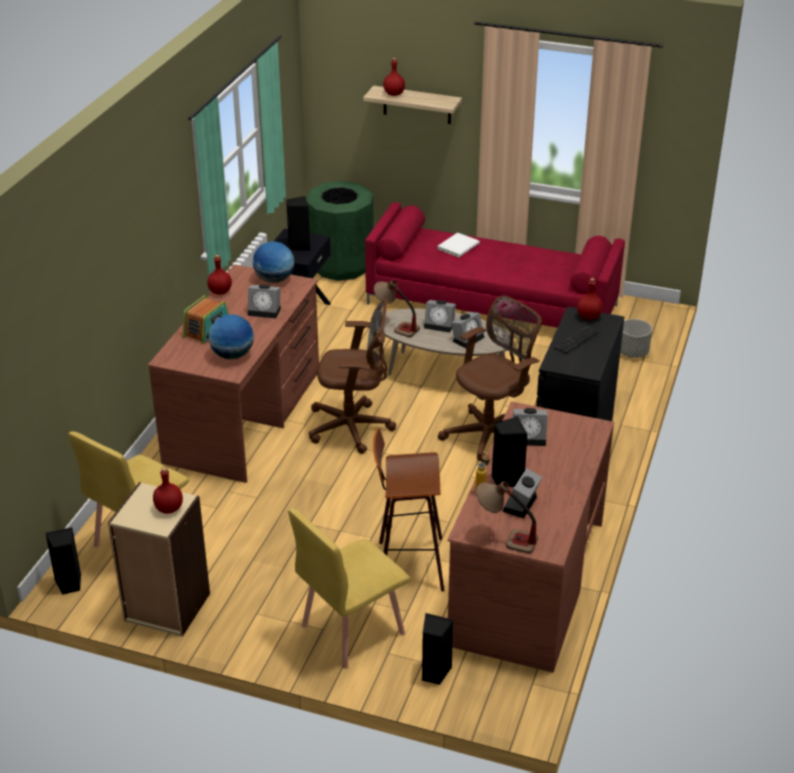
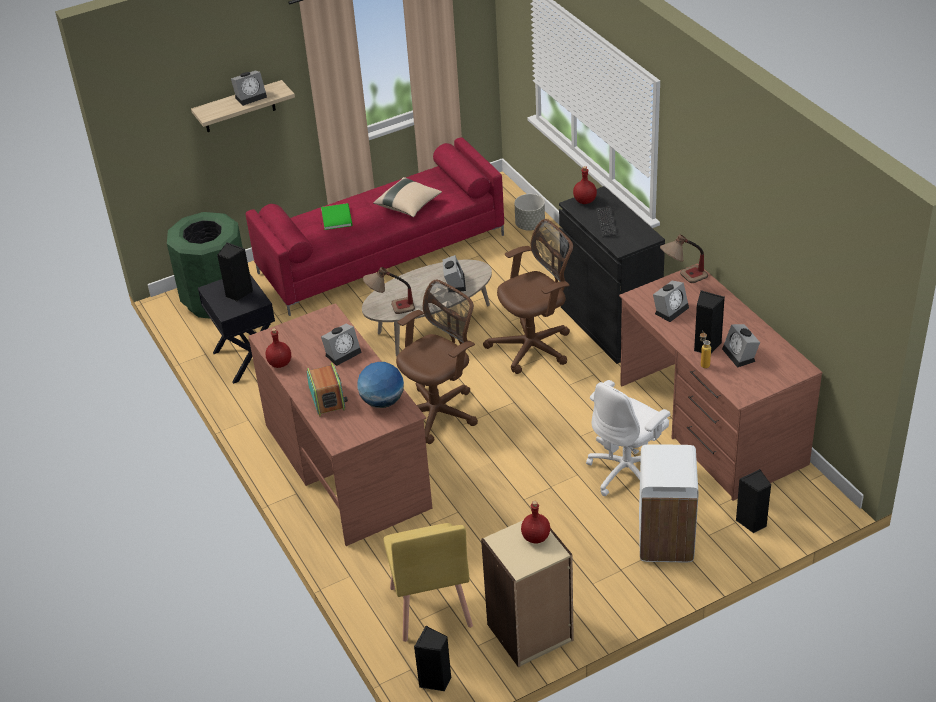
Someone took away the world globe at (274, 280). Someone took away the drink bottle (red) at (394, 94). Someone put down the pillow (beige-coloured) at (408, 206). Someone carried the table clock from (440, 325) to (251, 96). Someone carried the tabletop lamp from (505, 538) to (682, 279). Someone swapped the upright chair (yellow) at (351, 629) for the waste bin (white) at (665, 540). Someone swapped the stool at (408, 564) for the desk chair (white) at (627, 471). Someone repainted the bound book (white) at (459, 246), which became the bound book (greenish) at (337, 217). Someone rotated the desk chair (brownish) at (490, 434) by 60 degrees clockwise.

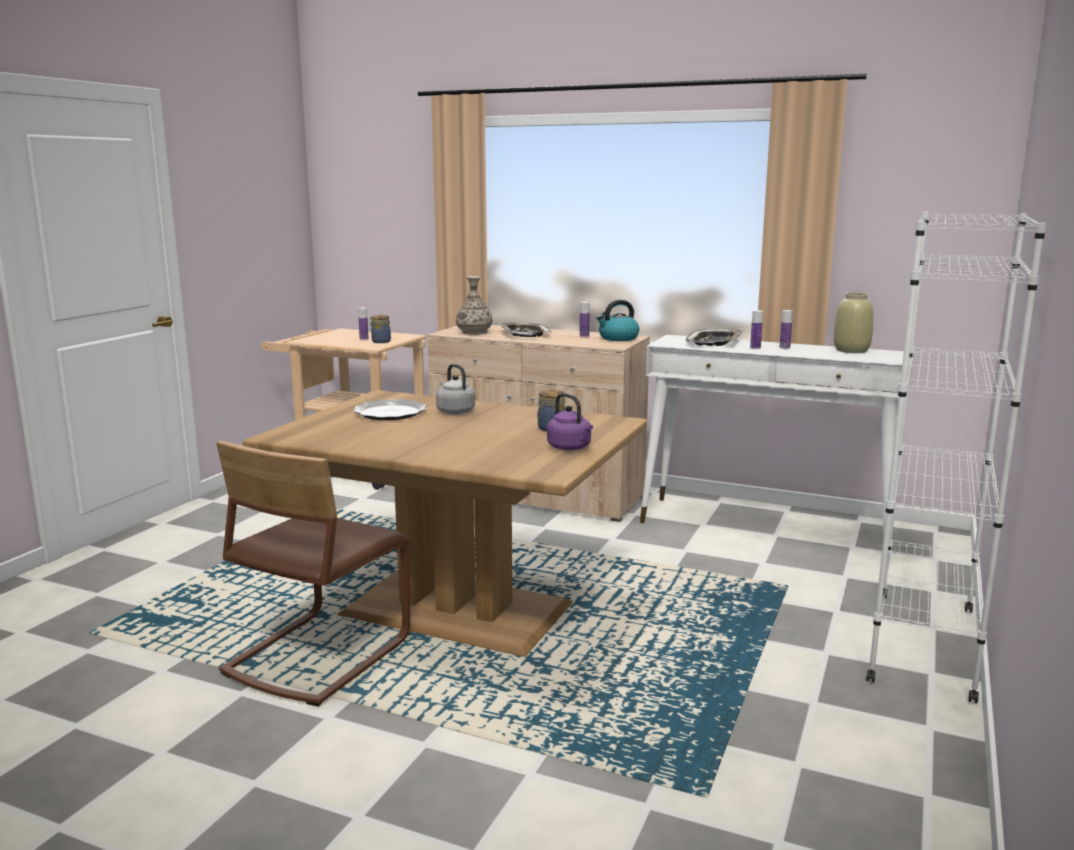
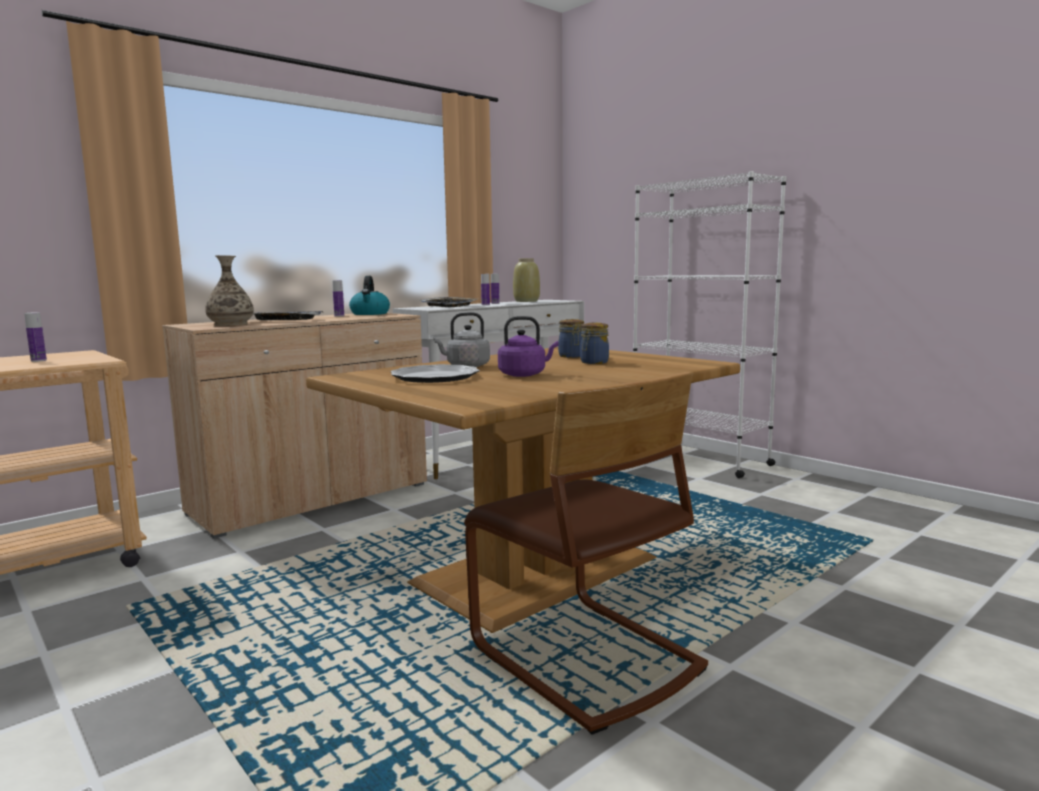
Someone carried the storage jar from (380, 341) to (593, 362). Someone carried the water kettle (purple-coloured) from (570, 448) to (524, 374).

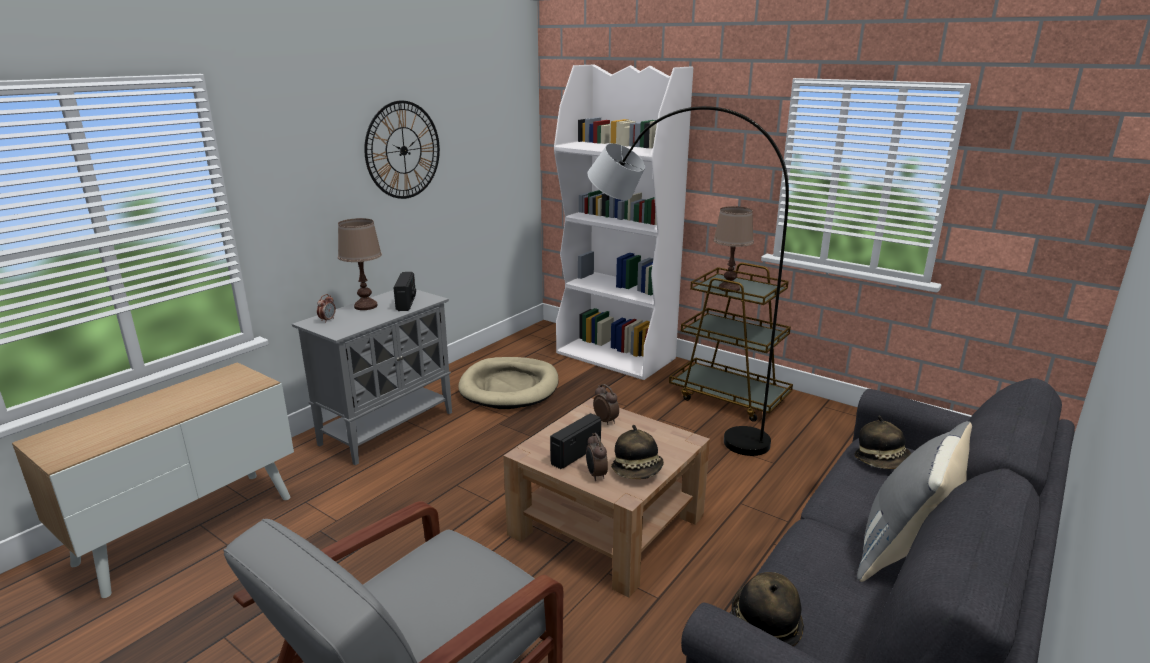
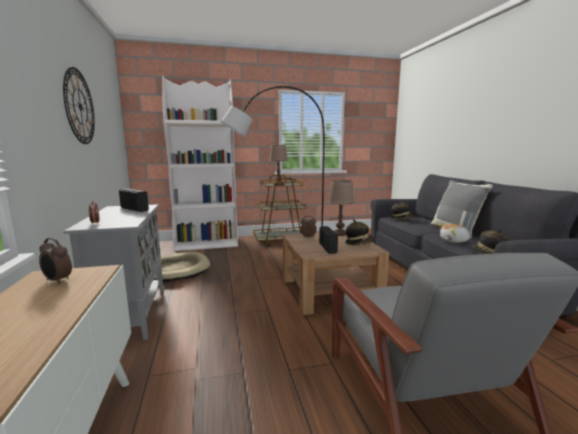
Someone put down the soft toy at (454, 241). Someone carried the tabletop lamp (brownish) from (365, 306) to (339, 234). Someone carried the table clock from (595, 475) to (57, 281).

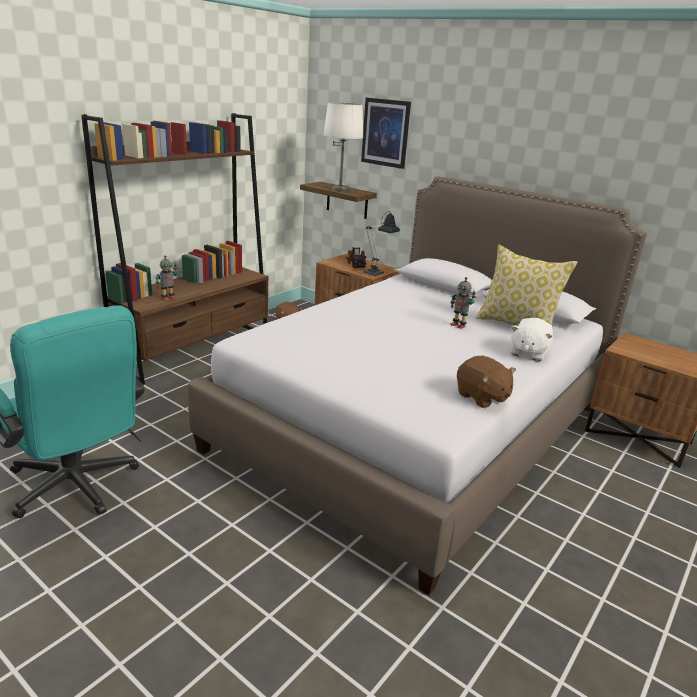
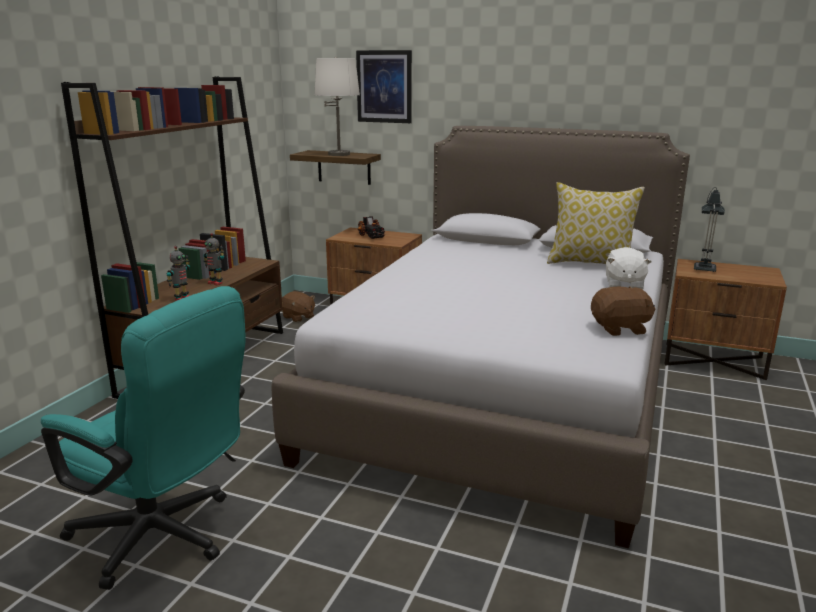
Someone carried the tabletop lamp from (376, 272) to (704, 267). Someone carried the robot figure from (458, 325) to (216, 283). Someone rotated the soft toy (brownish) at (482, 397) by 45 degrees counterclockwise.

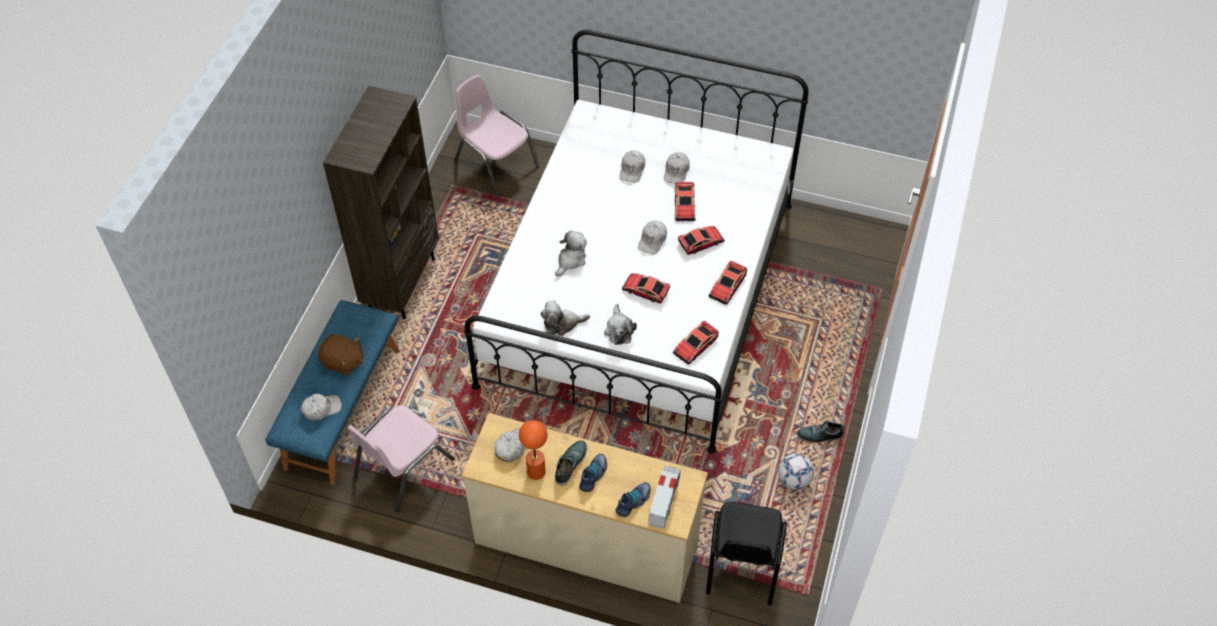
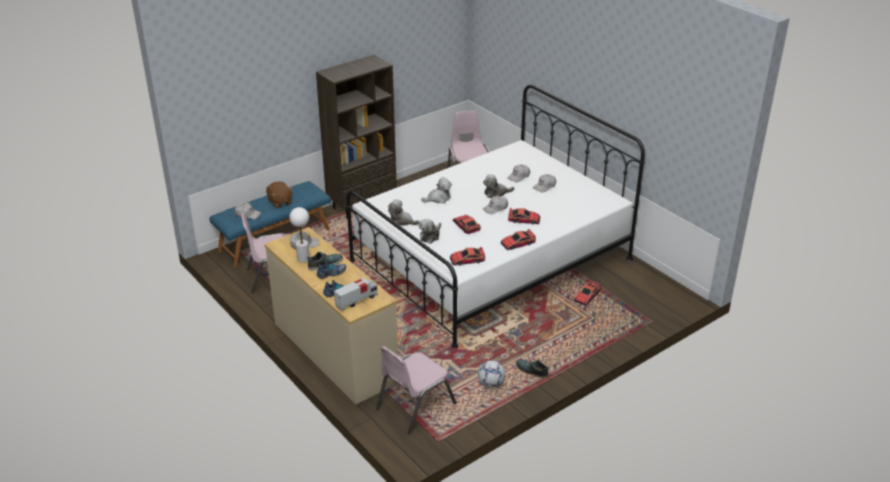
Someone put down the soft toy at (496, 193). Someone carried the model car from (684, 205) to (586, 296). Someone repainted the tabletop lamp (orange-coloured) at (536, 471), which became the tabletop lamp (white) at (303, 258). Someone repainted the upright chair (blackish) at (743, 562), which became the upright chair (pink-coloured) at (415, 406).

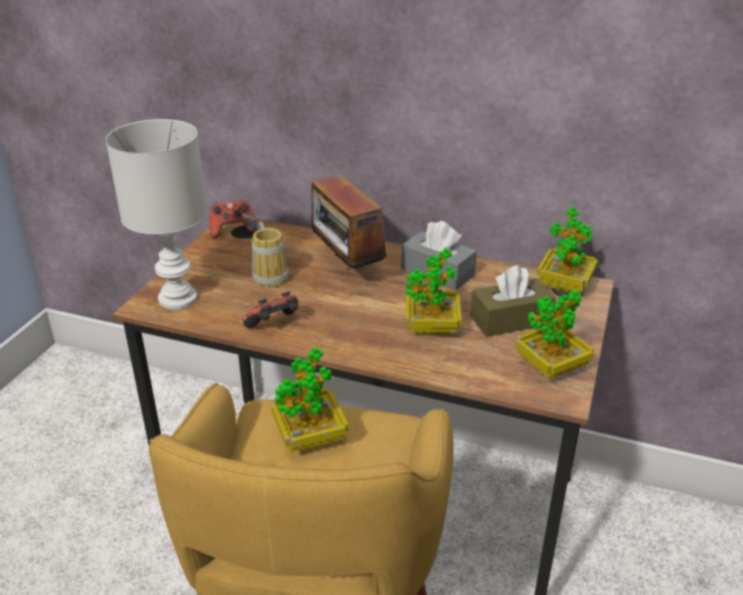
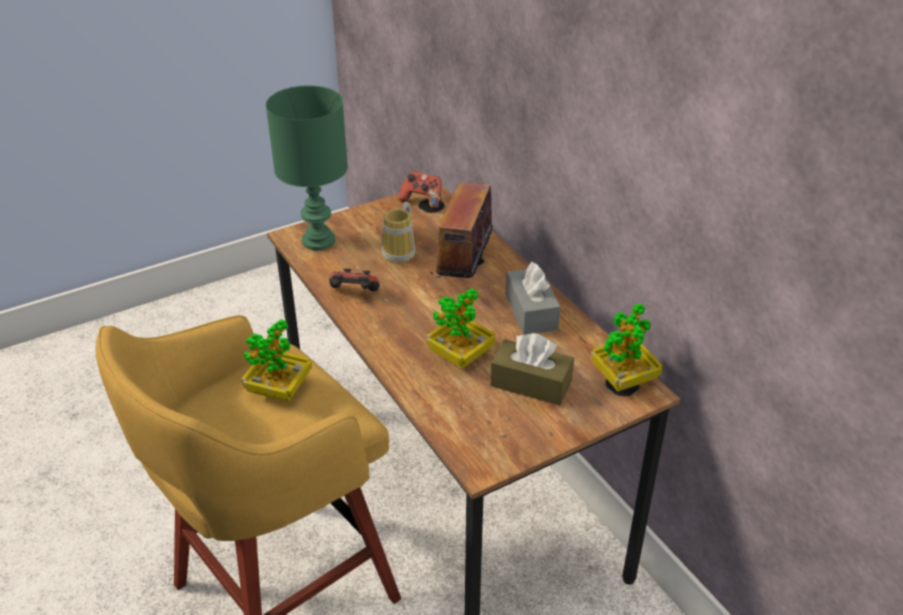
Someone took away the plant in a pot at (551, 367). Someone repainted the tabletop lamp (white) at (179, 299), which became the tabletop lamp (greenish) at (318, 241).

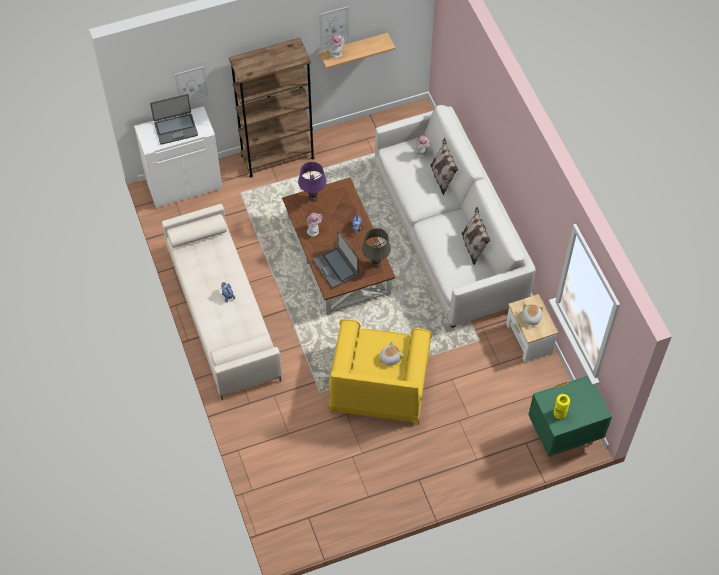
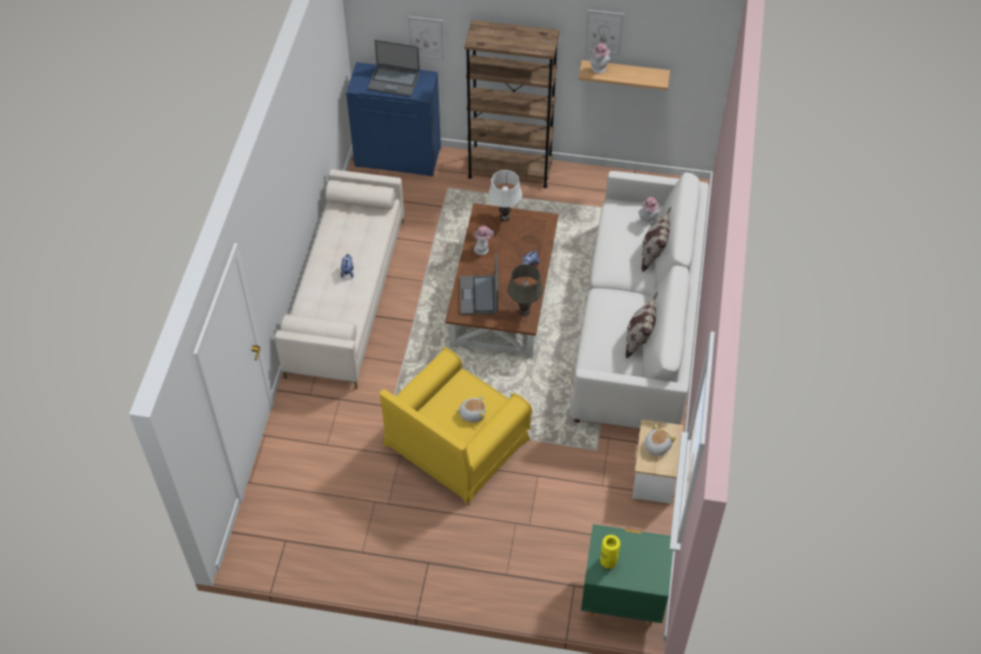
Someone repainted the cupboard (white) at (184, 184), which became the cupboard (blue) at (398, 156). Someone repainted the tabletop lamp (purple-coloured) at (313, 198), which became the tabletop lamp (white) at (505, 217).

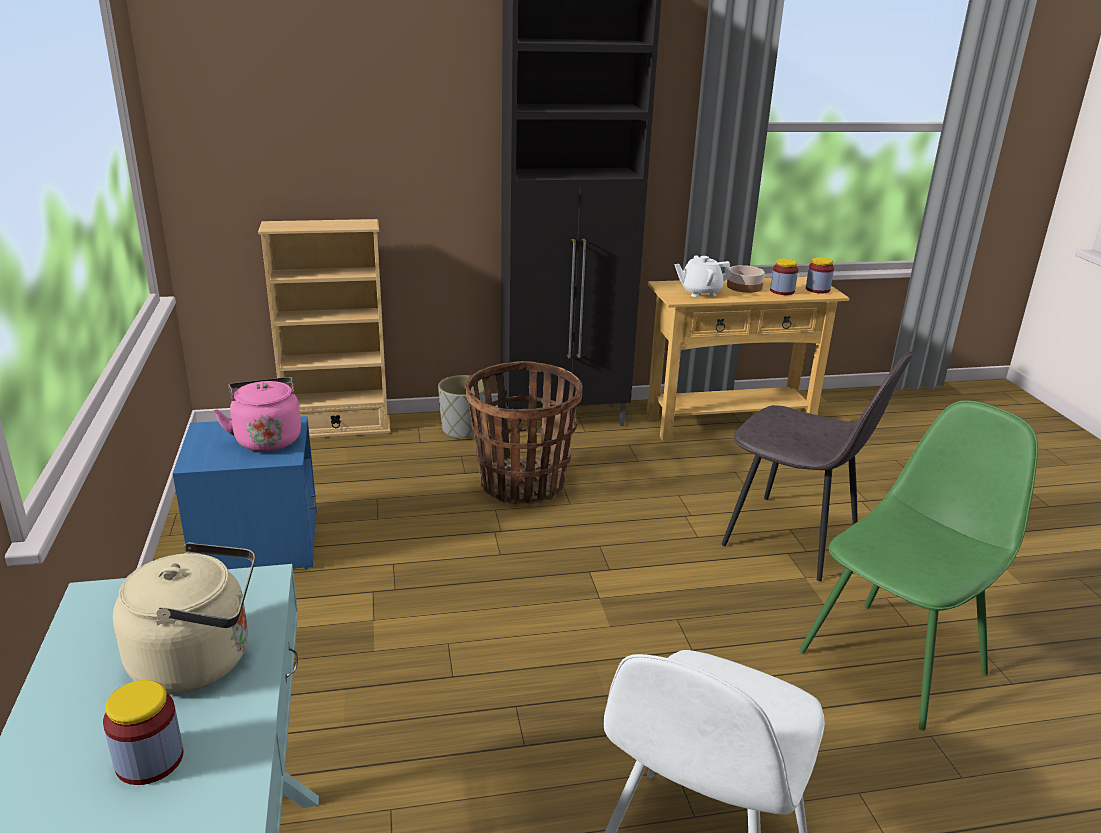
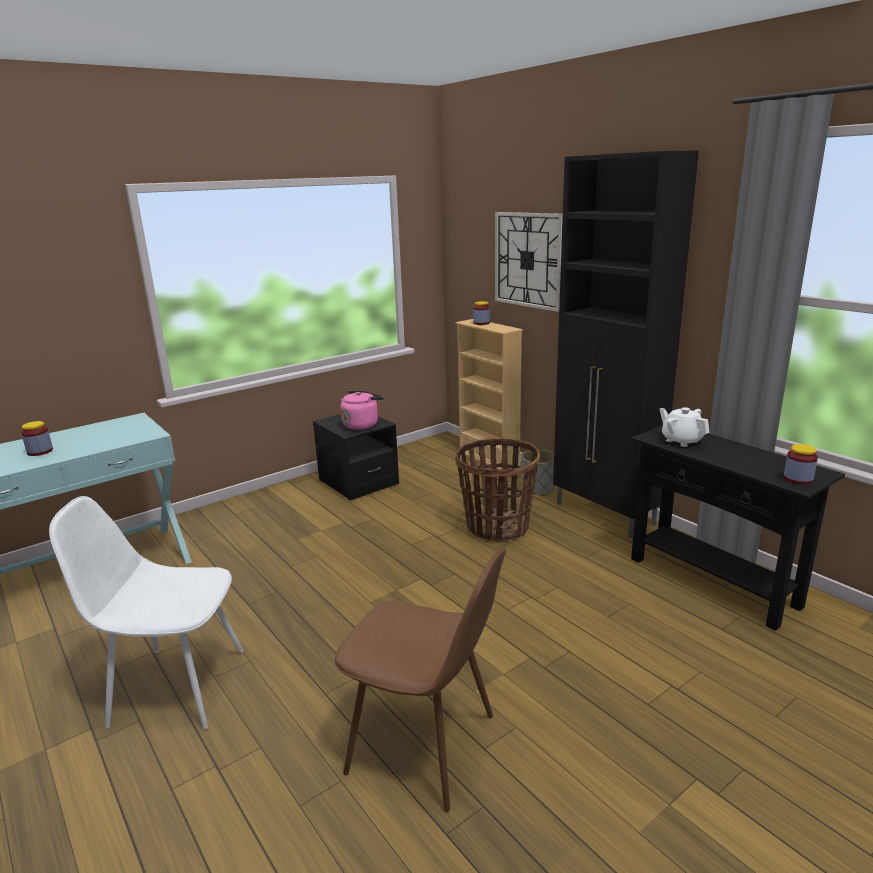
Someone took away the water kettle (beige-coloured) at (199, 660). Someone took away the upright chair (grey) at (794, 538). Someone took away the deep dish at (744, 287). Someone put up the clock on the wall at (528, 260). Someone carried the storage jar from (782, 291) to (481, 323). Someone repainted the night table (blue) at (257, 544), which became the night table (blackish) at (358, 482). Someone repainted the narrow table (beige-coloured) at (729, 423), which became the narrow table (blackish) at (712, 582). Someone repainted the upright chair (greenish) at (895, 660), which became the upright chair (brownish) at (426, 745).

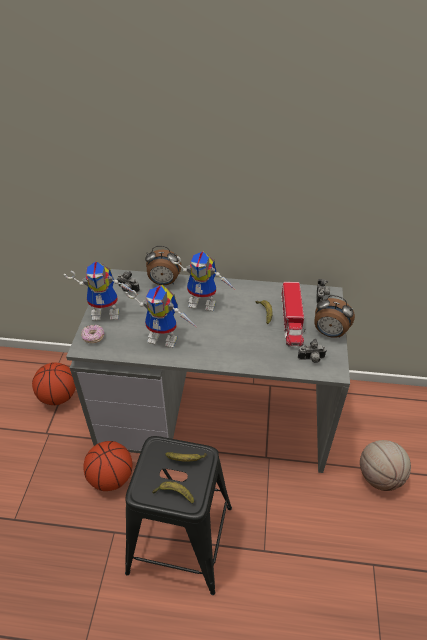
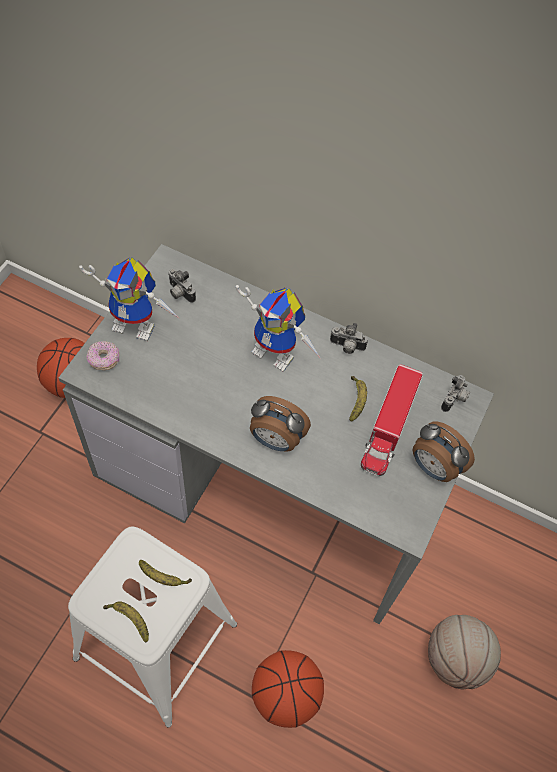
Someone took away the robot figure at (166, 337). Someone carried the basketball from (111, 477) to (286, 694). Someone carried the table clock from (164, 282) to (275, 439). Someone carried the photo camera from (311, 359) to (346, 347). Someone repainted the stool (blackish) at (181, 538), which became the stool (white) at (157, 640).

